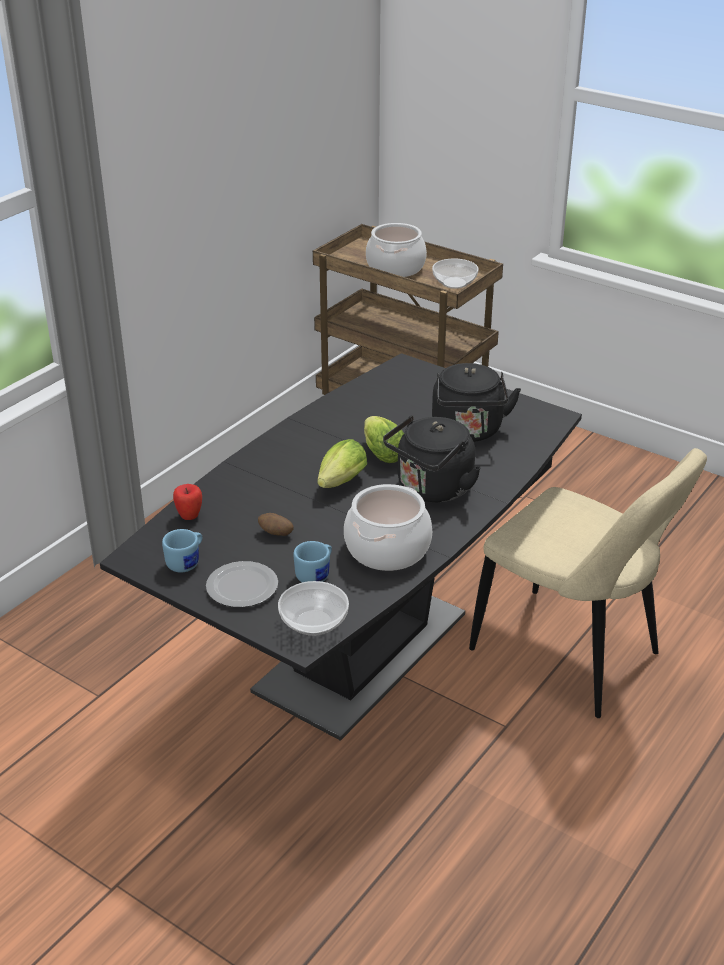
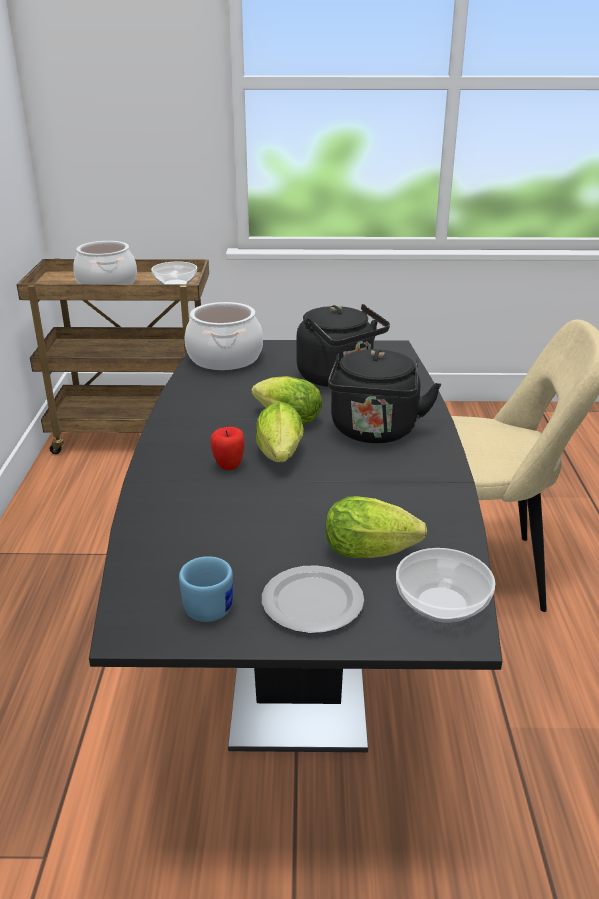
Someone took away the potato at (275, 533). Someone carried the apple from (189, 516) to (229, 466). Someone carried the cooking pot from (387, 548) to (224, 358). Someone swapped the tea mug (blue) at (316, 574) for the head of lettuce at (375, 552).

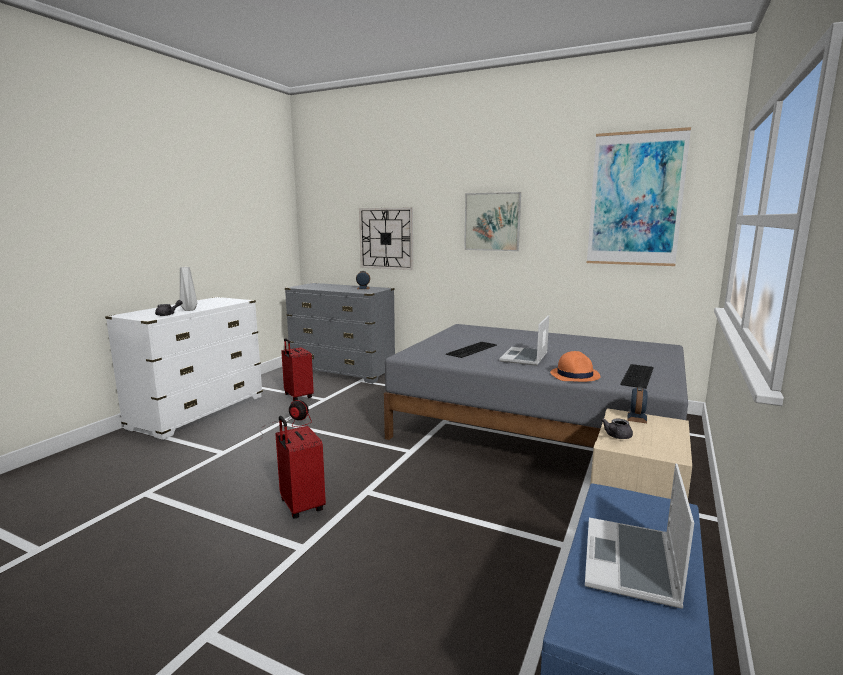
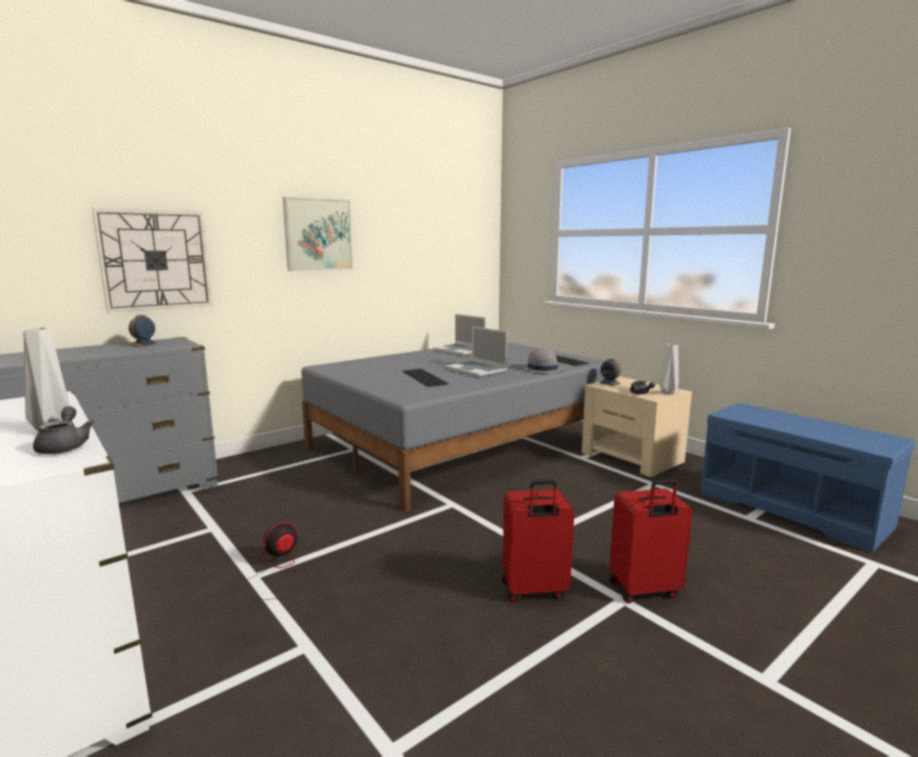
Someone took away the wall picture at (635, 199). Someone put down the decorative vase (grey) at (667, 393). Someone carried the piece of luggage (red) from (297, 396) to (644, 590). Someone carried the notebook computer from (632, 564) to (460, 351). Someone repainted the wearable hat (orange-coloured) at (575, 375), which became the wearable hat (grey) at (542, 369).

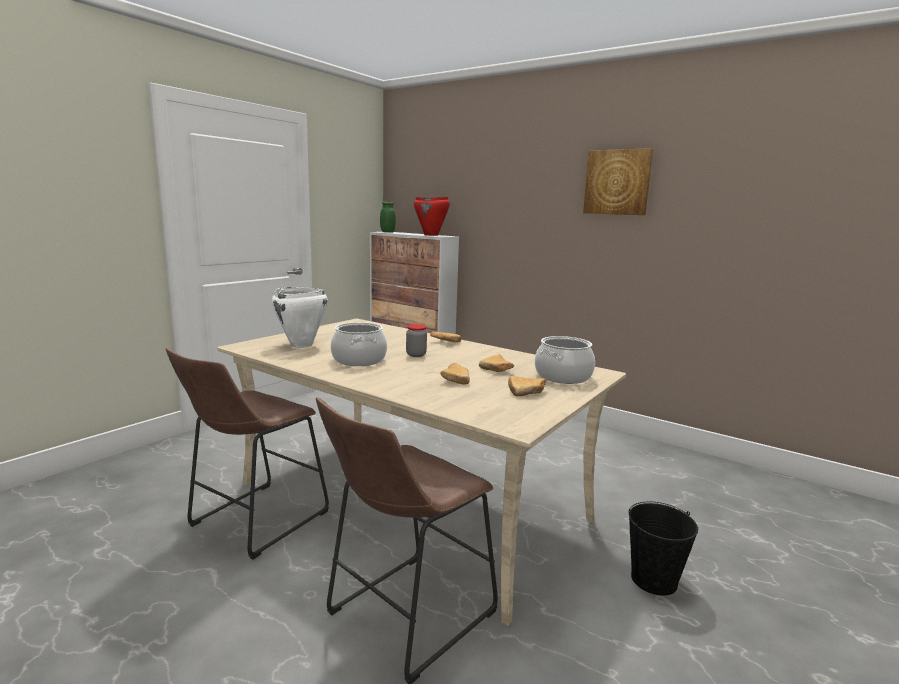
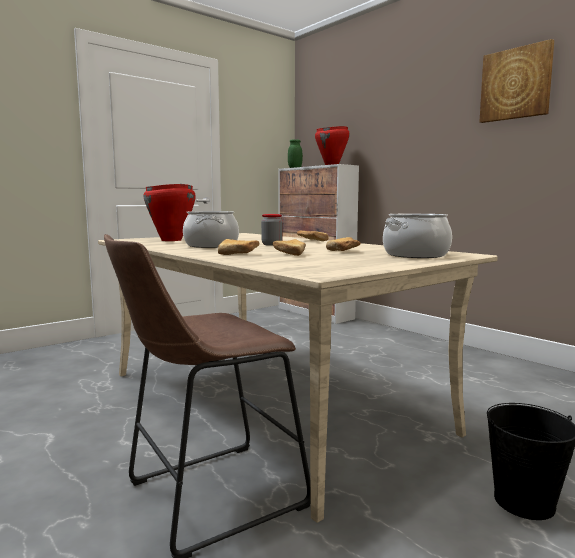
Someone took away the stool (brownish) at (253, 521). Someone carried the baked bread from (528, 392) to (239, 254). Someone repainted the cooking pot (white) at (301, 345), which became the cooking pot (red) at (171, 240).

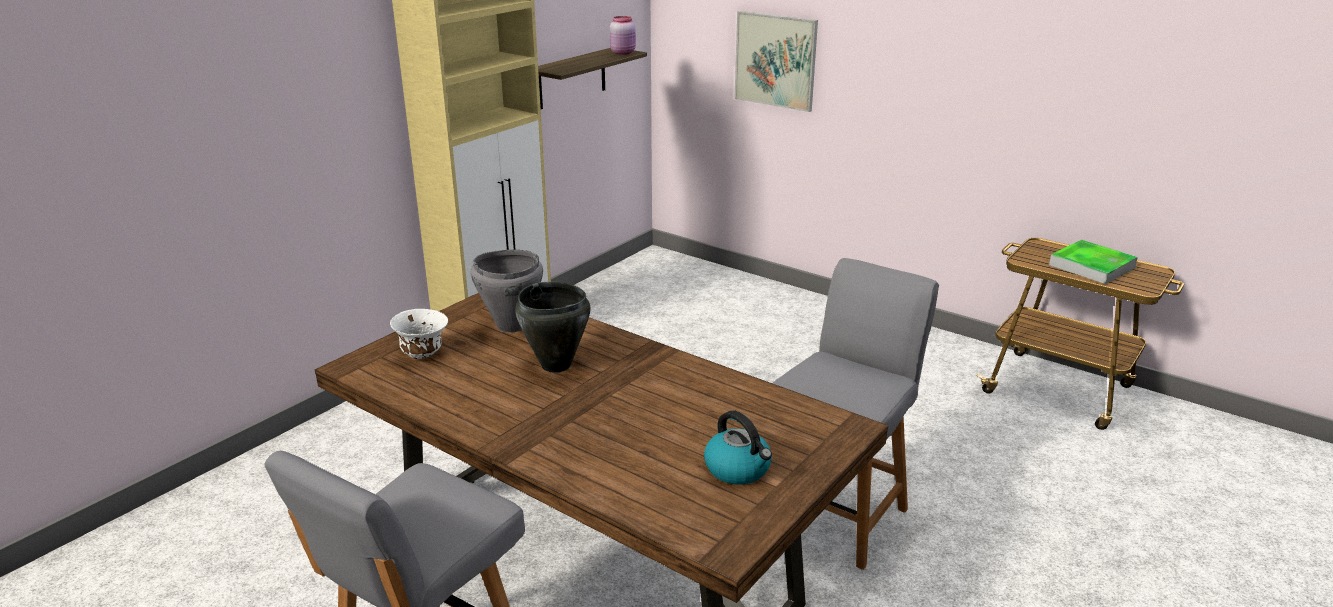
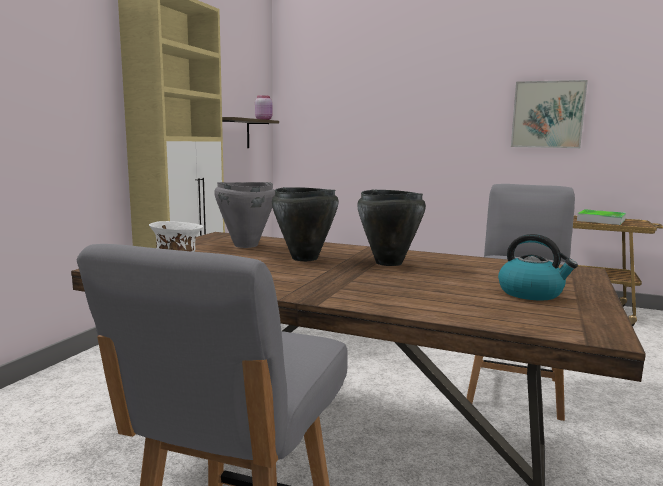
Someone put down the cooking pot (blackish) at (388, 263). Someone carried the wall picture from (775, 60) to (547, 114).

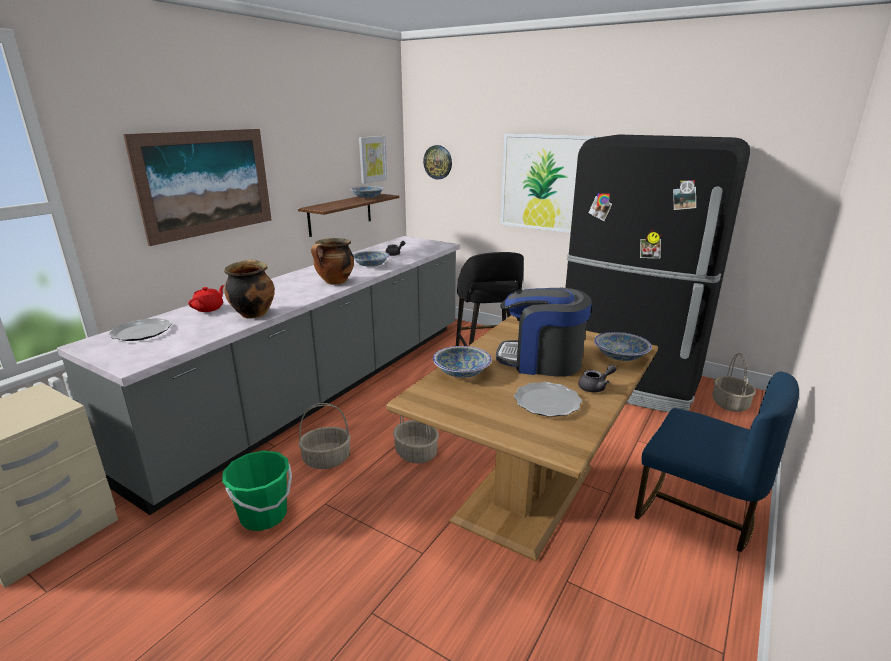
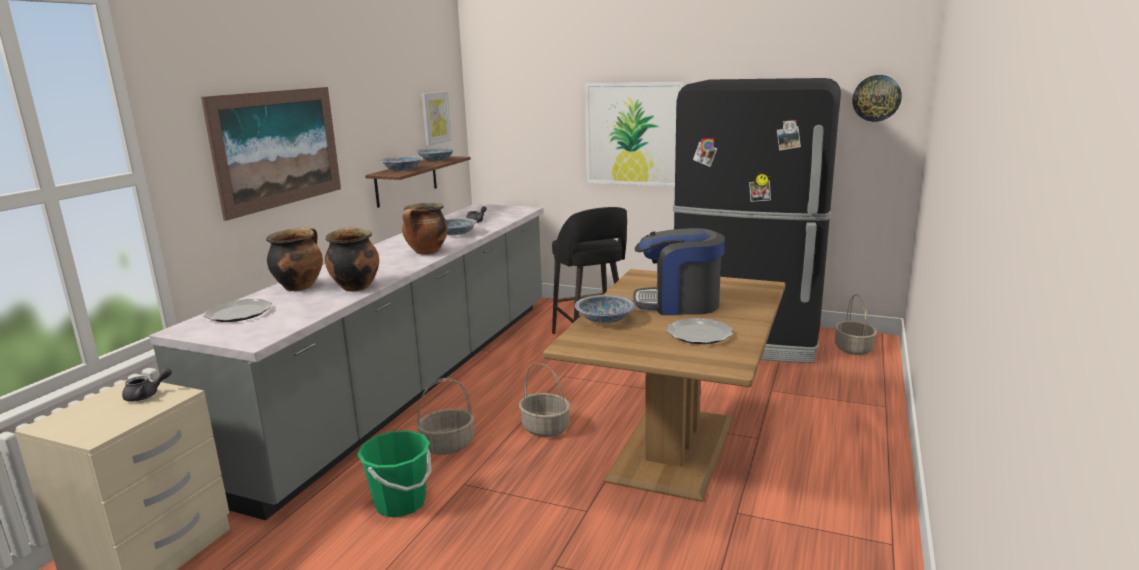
Someone took away the upright chair (blue) at (696, 512). Someone carried the clock on the wall from (438, 162) to (876, 98). Someone carried the pot for tea (grey) from (595, 387) to (146, 395). Someone carried the deep dish from (620, 356) to (402, 170). Someone swapped the pot for tea (red) at (209, 308) for the cooking pot at (299, 286).

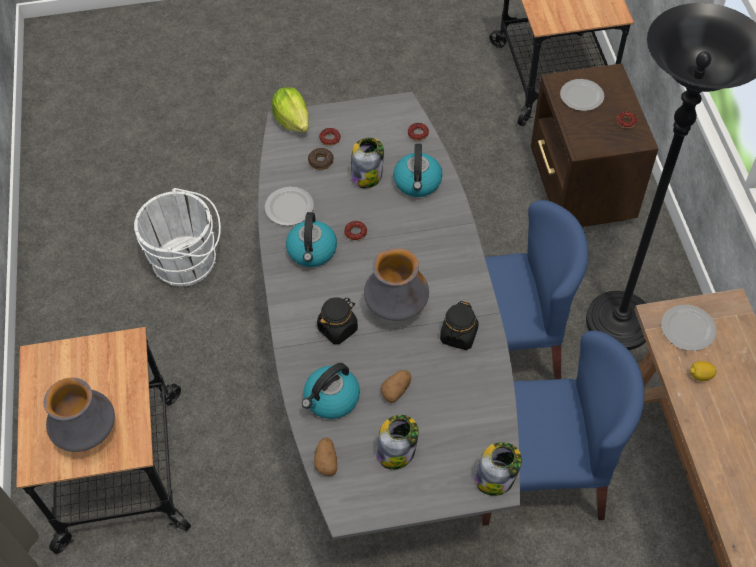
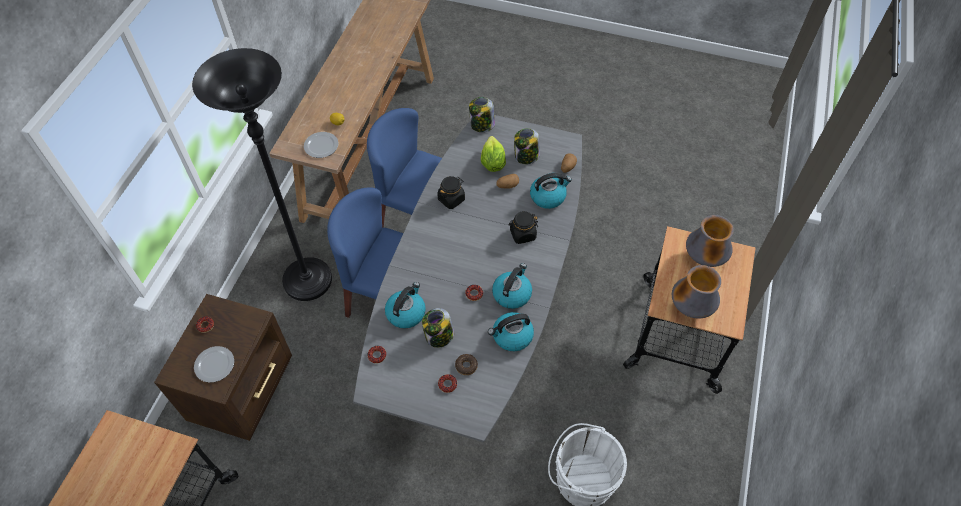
Someone carried the head of lettuce from (292, 121) to (492, 163). Someone carried the decorative vase from (396, 309) to (690, 308). Someone swapped the flat dish at (288, 207) for the water kettle at (511, 336).

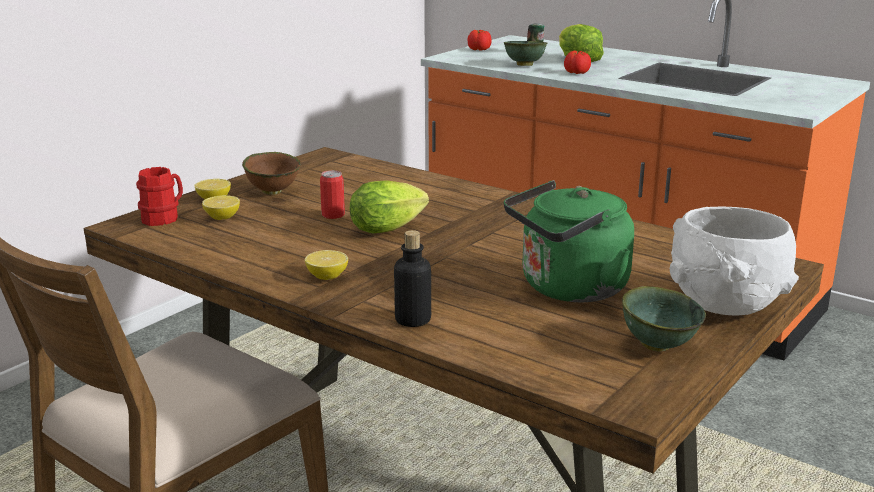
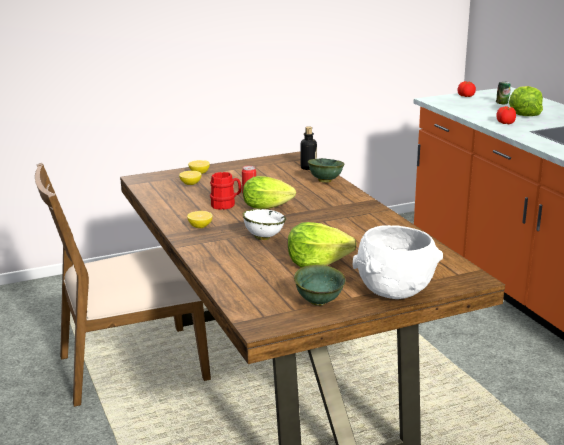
Someone took away the deep dish (brownish) at (273, 191). Someone put down the deep dish (white) at (263, 237). Someone carried the tea mug (red) from (164, 217) to (226, 204). Someone carried the drink bottle from (413, 320) to (308, 168). Someone carried the deep dish (greenish) from (523, 65) to (324, 181). Someone swapped the water kettle (greenish) at (569, 289) for the head of lettuce at (317, 262).

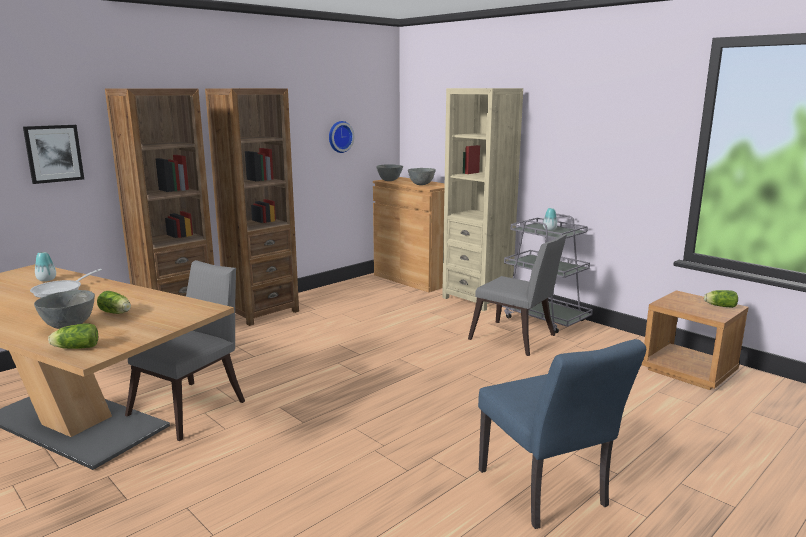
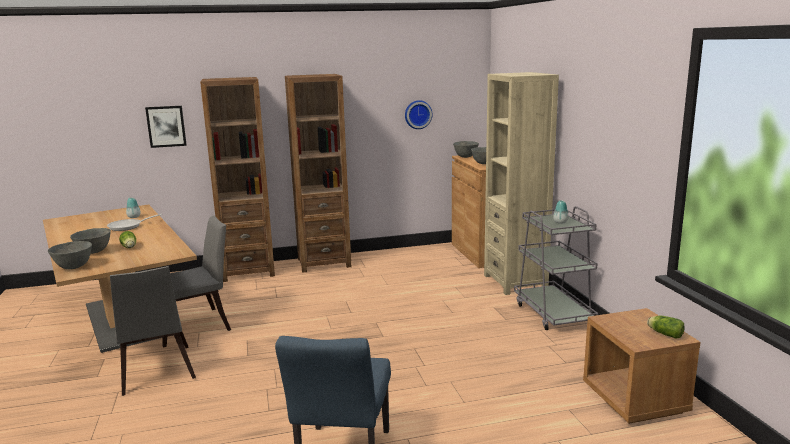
Someone carried the upright chair (grey) from (516, 339) to (156, 373). Someone swapped the head of lettuce at (75, 348) for the deep dish (grey) at (74, 267).

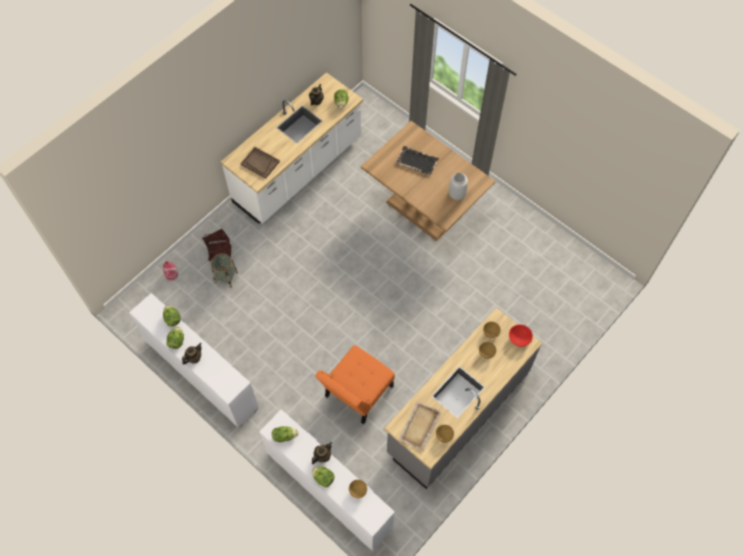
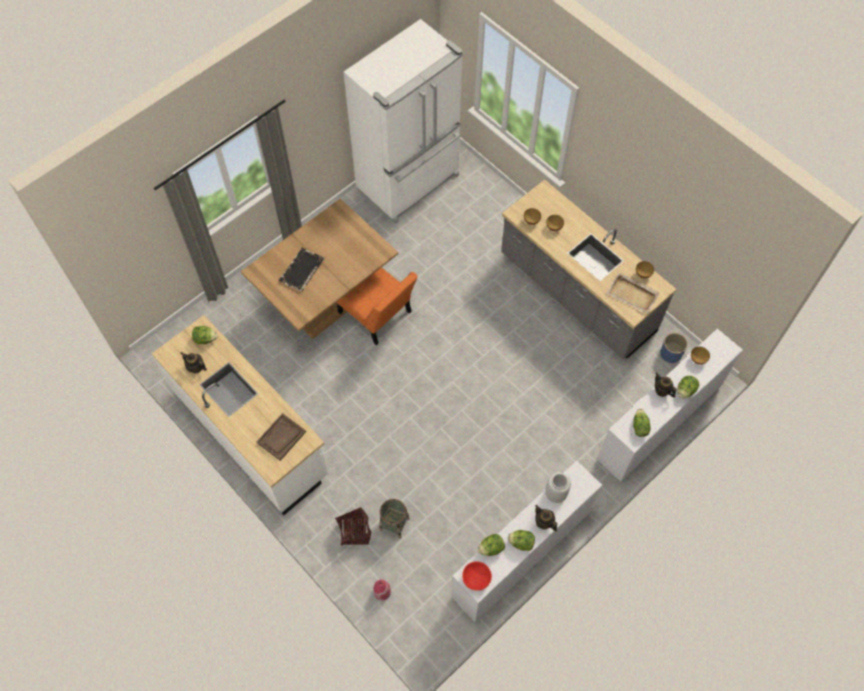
Someone put down the refrigerator (white) at (410, 183). Someone put down the flower pot (blue) at (670, 354). Someone carried the upright chair (orange-coloured) from (356, 394) to (377, 315). Someone carried the decorative vase (grey) from (457, 194) to (556, 493). Someone carried the deep dish (red) from (519, 338) to (476, 578).

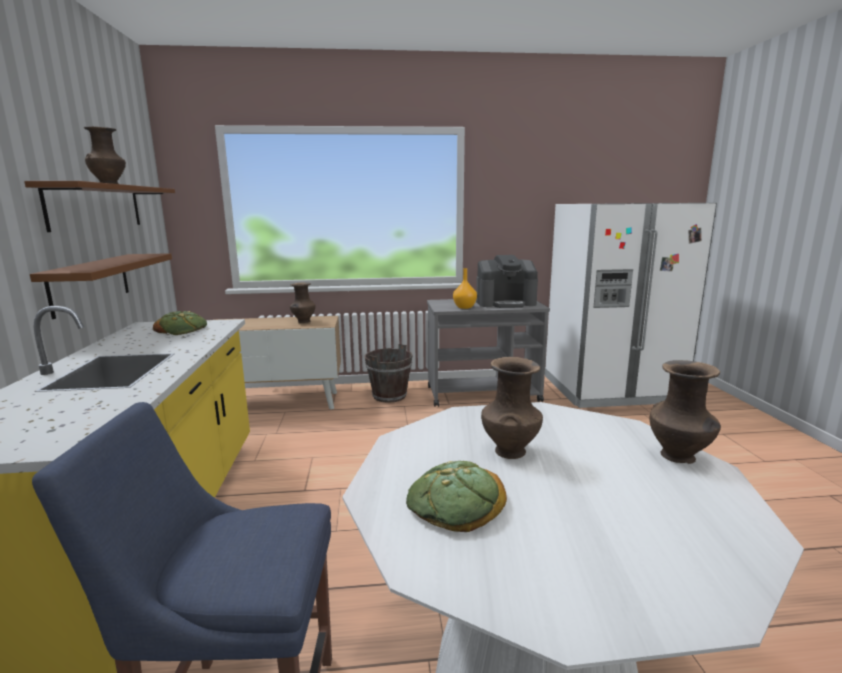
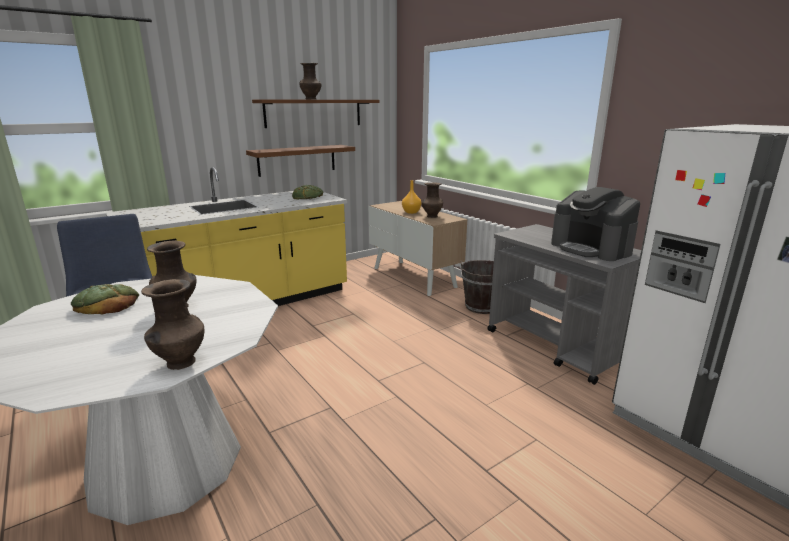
Someone carried the decorative vase (orange-coloured) from (464, 307) to (411, 212).

